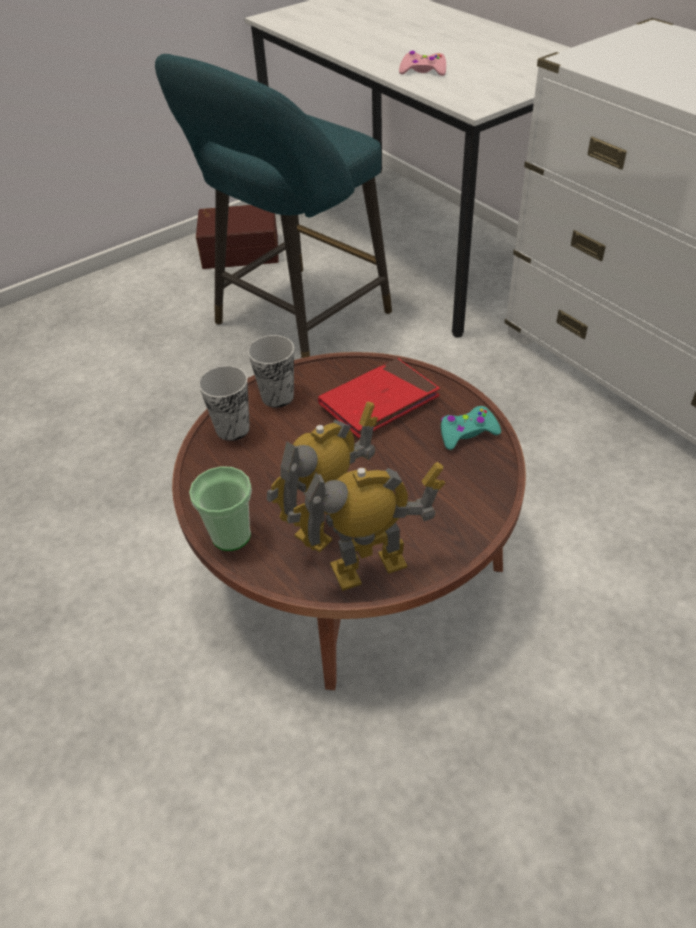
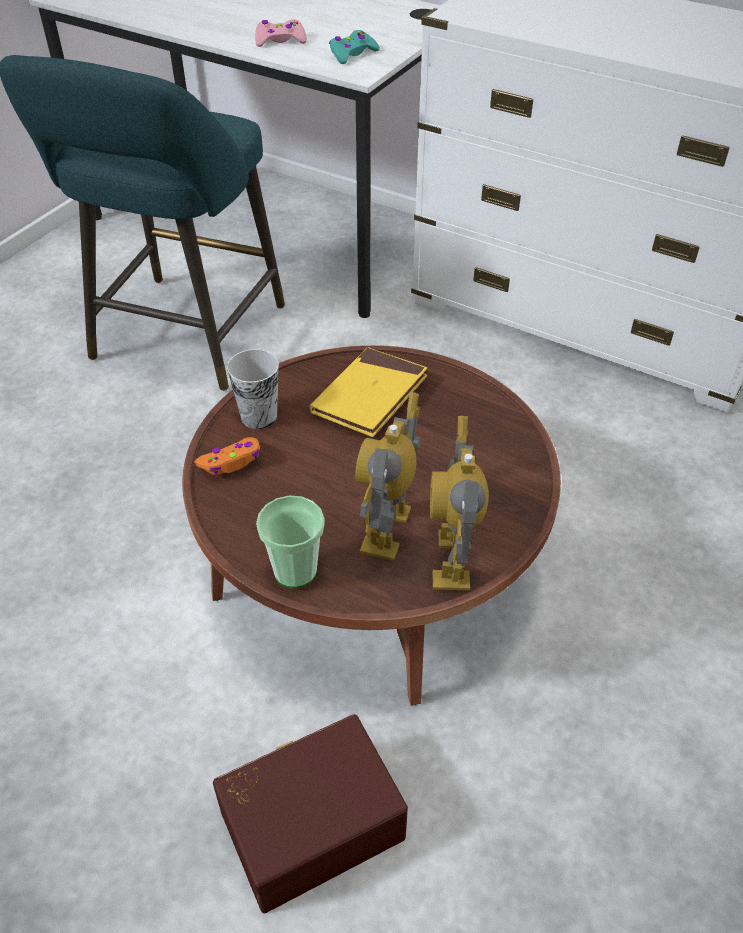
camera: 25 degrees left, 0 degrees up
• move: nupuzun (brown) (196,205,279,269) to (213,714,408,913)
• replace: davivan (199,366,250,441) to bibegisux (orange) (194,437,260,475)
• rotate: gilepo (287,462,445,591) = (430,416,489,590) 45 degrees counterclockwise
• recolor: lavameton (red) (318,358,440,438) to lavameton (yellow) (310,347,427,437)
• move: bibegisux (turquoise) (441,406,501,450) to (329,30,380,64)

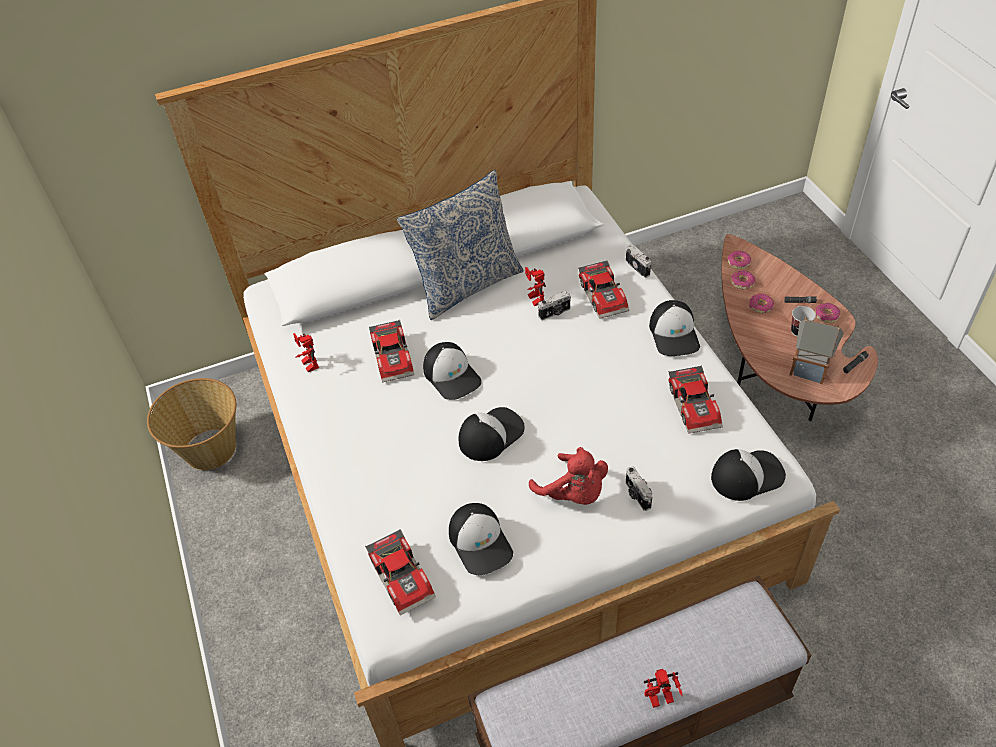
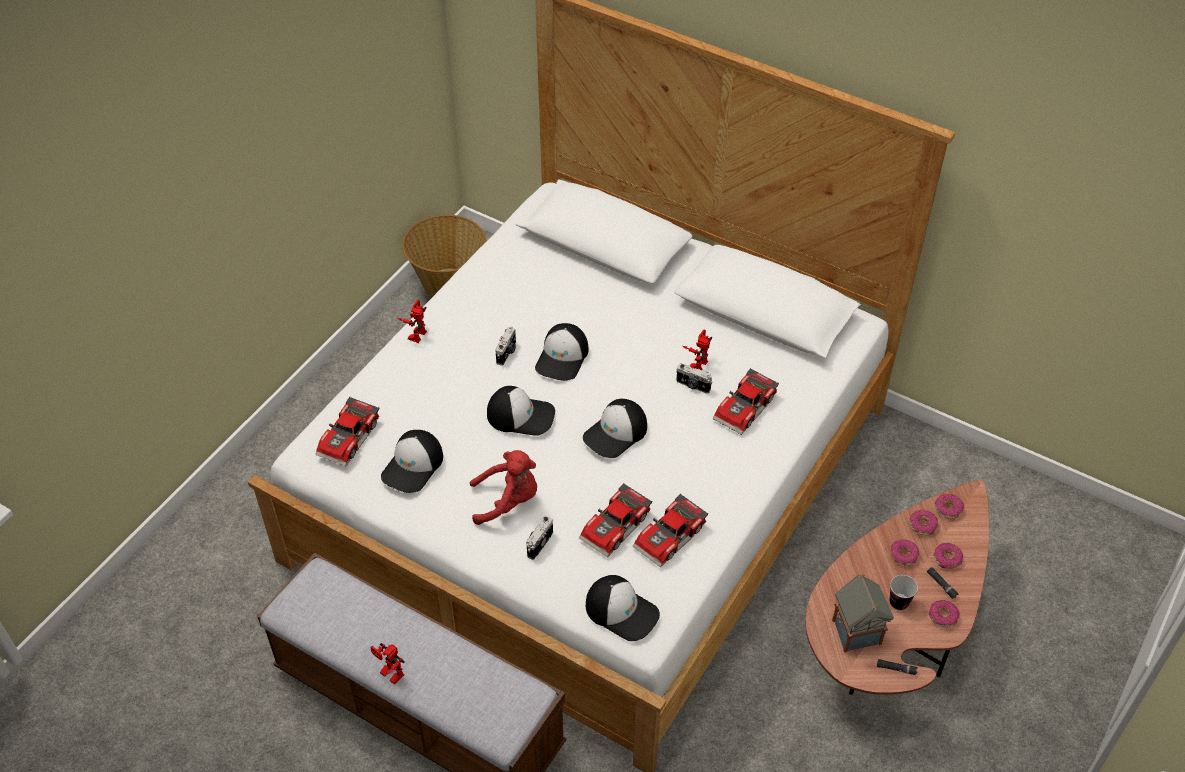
camera: 50 degrees right, 0 degrees up
• move: gilepo (293,333,319,372) to (397,300,427,343)
• move: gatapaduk (369,319,414,383) to (579,483,652,558)
• delete: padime (397,170,524,320)
• rotate: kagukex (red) (529,447,608,505) = (470,450,537,525) 105 degrees counterclockwise
• move: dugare (626,244,651,278) to (495,326,516,366)
• move: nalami (649,300,700,356) to (583,399,647,458)
• insert: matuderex (934,543,963,569)

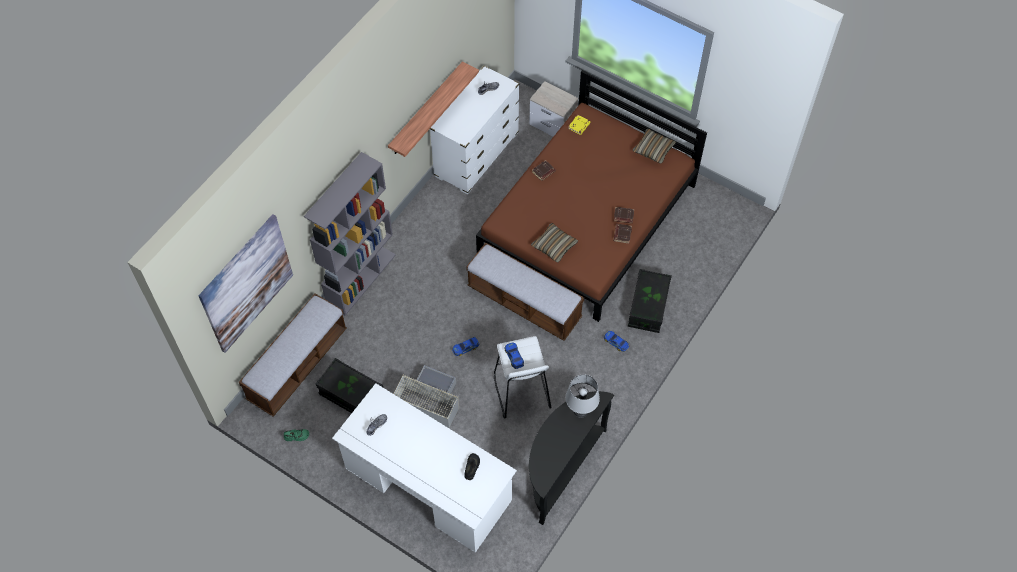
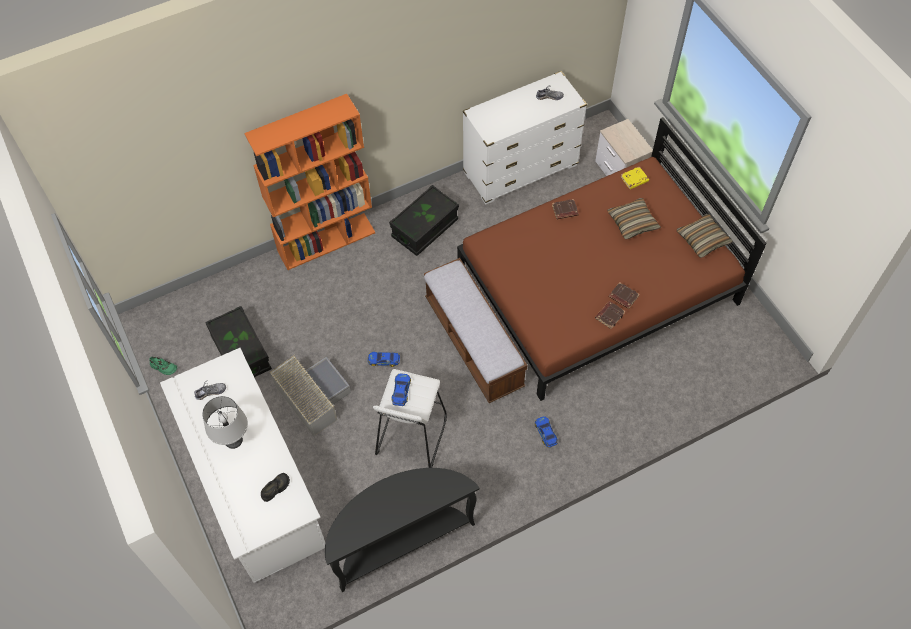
camera: 30 degrees right, 0 degrees up
• delete: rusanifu (199,214,293,353)
• delete: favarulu (239,293,347,417)
• recolor: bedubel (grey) (304,152,396,316) to bedubel (orange) (244,94,375,270)
• delete: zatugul (388,61,479,157)
• move: padime (531,223,579,262) to (607,198,661,239)
• move: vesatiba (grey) (565,374,600,418) to (202,396,248,449)
• move: nupuzun (black) (628,269,672,333) to (389,185,459,256)

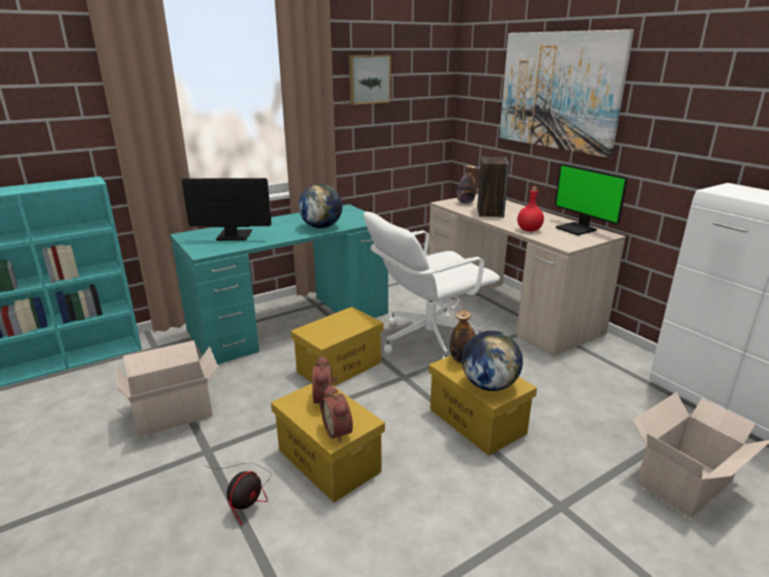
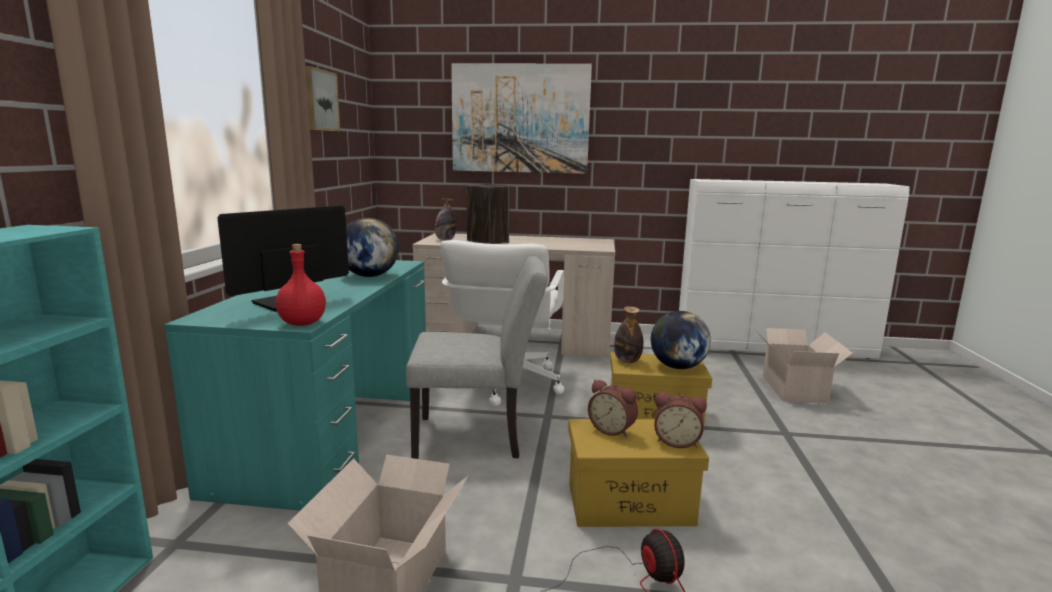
camera: 50 degrees left, 10 degrees down
• replace: nupuzun (yellow) (291,307,383,386) to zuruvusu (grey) (406,255,548,459)
• move: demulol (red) (517,187,544,232) to (276,244,326,326)
• delete: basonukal (555,164,628,235)

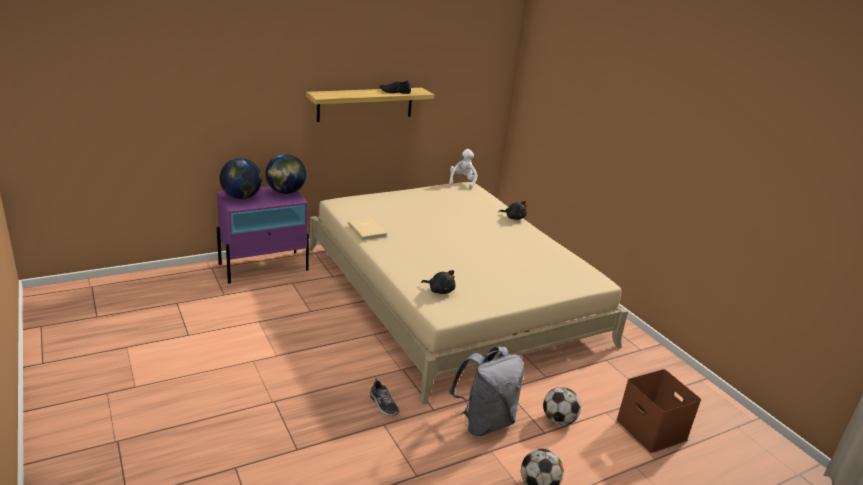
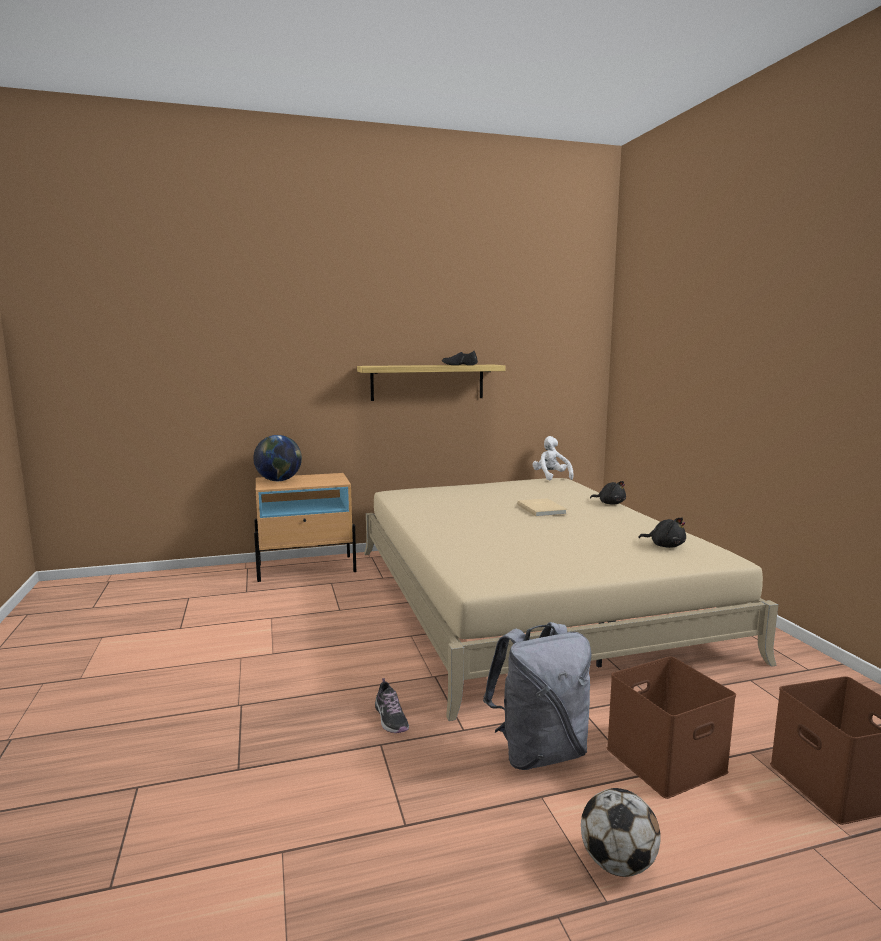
camera: 15 degrees right, 15 degrees down
• recolor: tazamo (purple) (217,187,309,284) to tazamo (beige) (254,473,356,582)
• delete: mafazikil (265,154,306,194)
• move: lavameton (beige) (348,218,388,240) to (517,498,568,517)
• move: kagukex (black) (421,270,456,294) to (638,517,686,548)
• rotate: kagukex (white) (449,149,478,190) = (532,436,574,480) 45 degrees counterclockwise
• replace: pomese (543,387,581,425) to nupuzun (brown) (607,656,736,799)

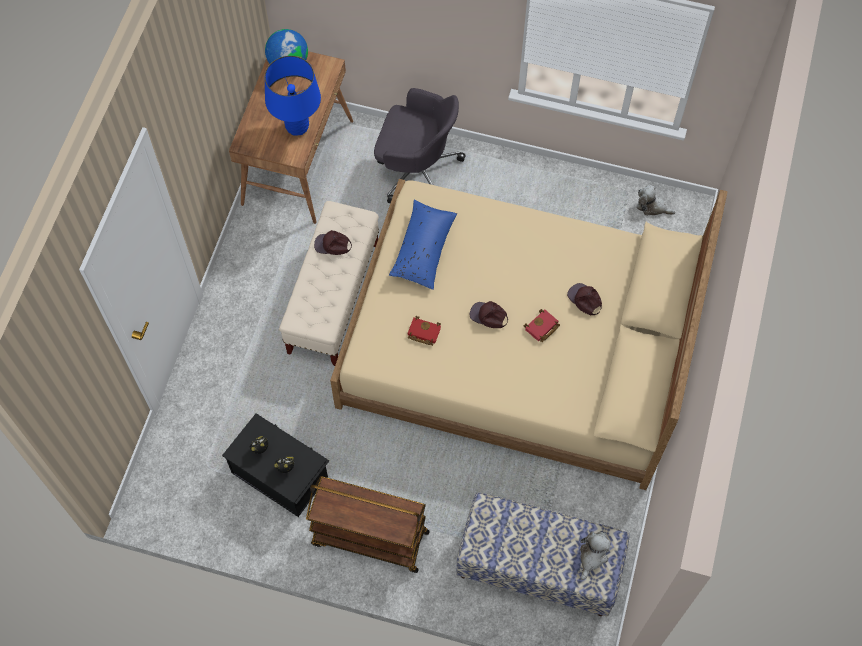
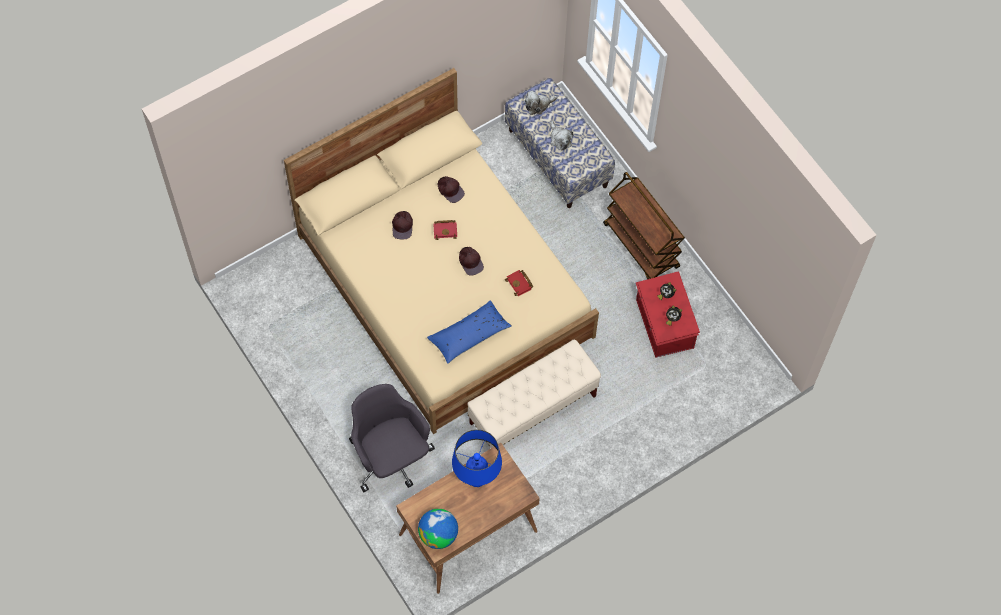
camera: 140 degrees left, 0 degrees up
• recolor: nupuzun (black) (222,413,329,517) to nupuzun (red) (636,271,700,358)
• move: nalami (brown) (314,230,352,255) to (438,176,465,203)
• move: kagukex (637,185,675,216) to (551,121,574,150)

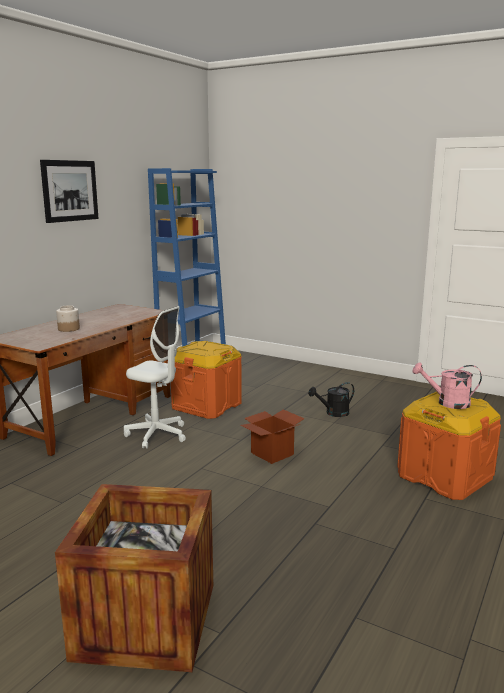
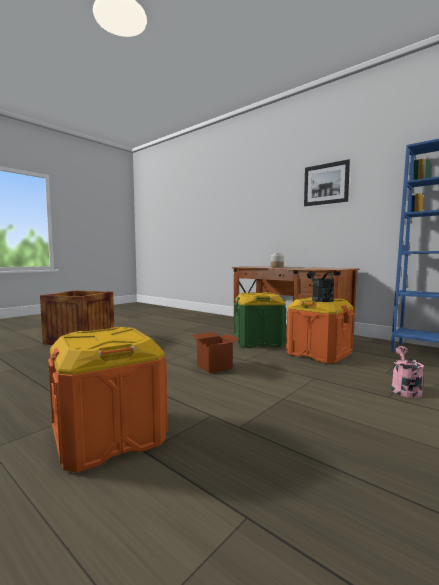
camera: 100 degrees right, 10 degrees down
• replace: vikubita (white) (124,306,186,449) to nupuzun (green) (234,292,286,348)
• move: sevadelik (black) (308,382,354,417) to (307,271,334,302)
• move: sevadelik (pink) (412,363,482,409) to (391,346,424,398)

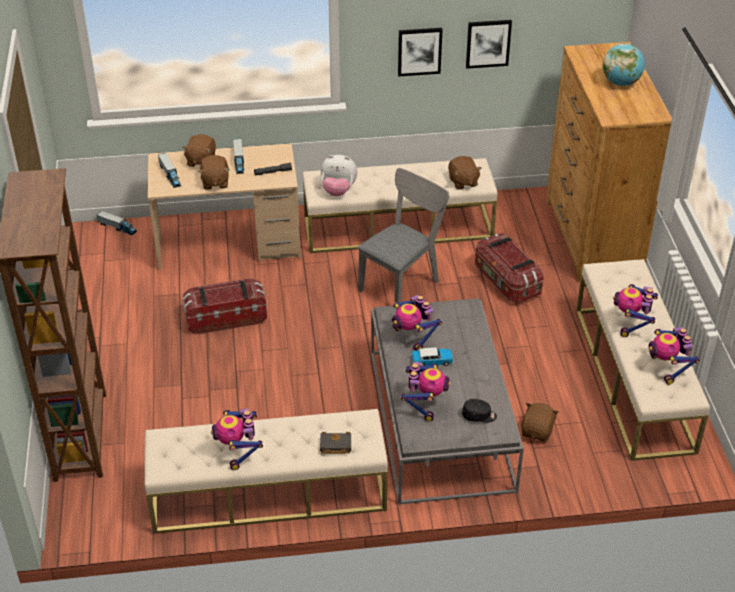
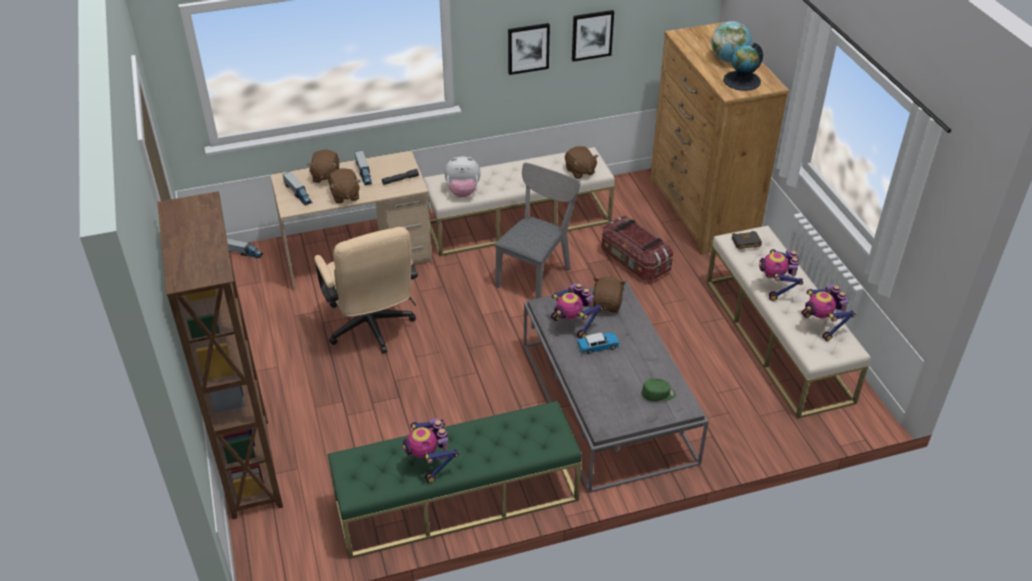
camera: 10 degrees left, 0 degrees up
• recolor: favarulu (beige) (144,409,388,534) to favarulu (green) (328,401,582,559)
• replace: nupuzun (182,278,267,335) to vikubita (beige) (314,227,418,353)
• move: lavameton (black) (320,432,351,454) to (732,231,762,249)
• delete: gilepo (401,362,450,421)
• recolor: nalami (black) (462,399,497,423) to nalami (green) (642,378,676,401)
• move: kagukex (brown) (521,403,559,442) to (592,277,626,313)
• insert: mafazikil (723,43,763,91)

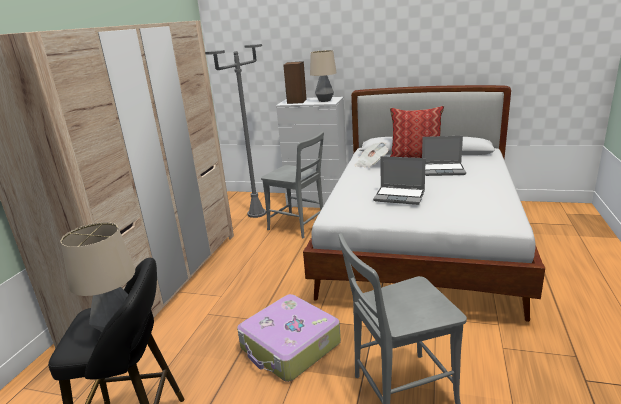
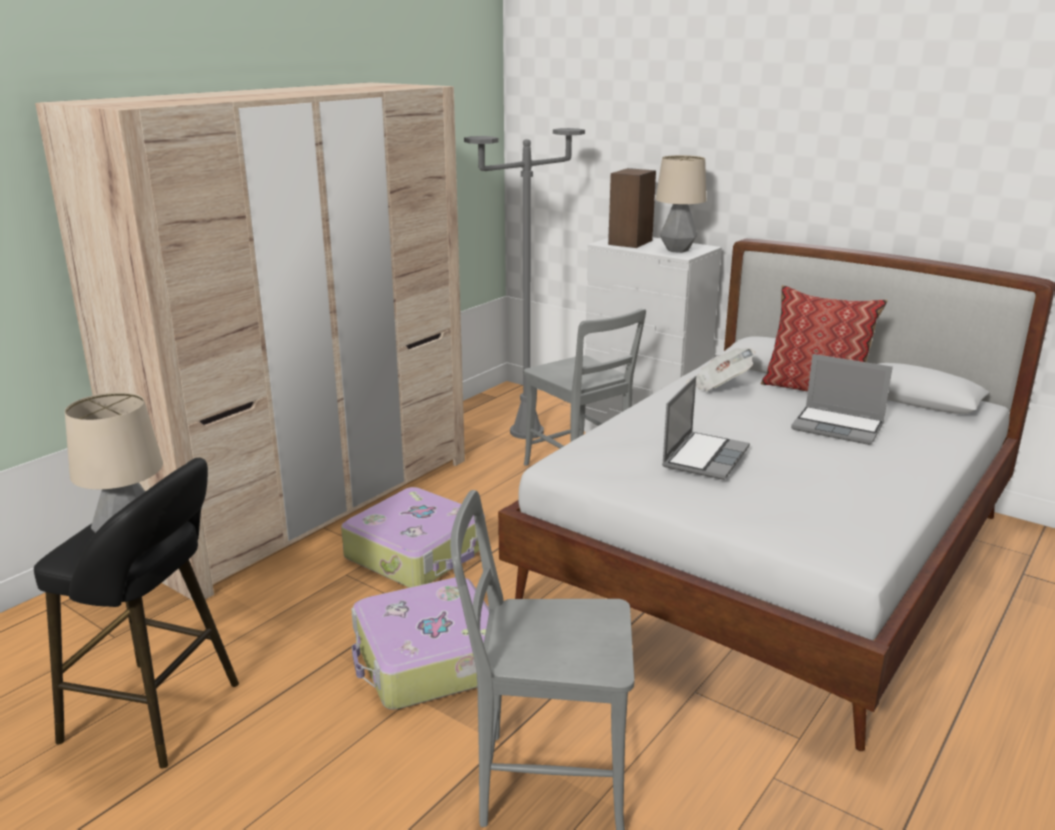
camera: 20 degrees right, 0 degrees up
• rotate: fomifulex (373,156,426,205) = (662,376,750,480) 105 degrees counterclockwise
• insert: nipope (341,487,485,588)

